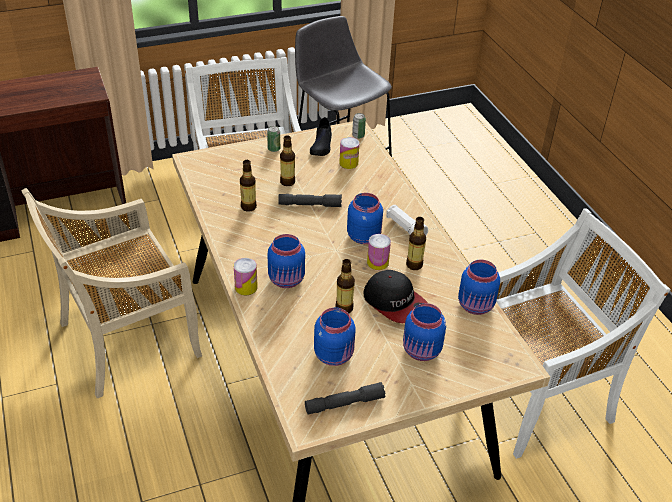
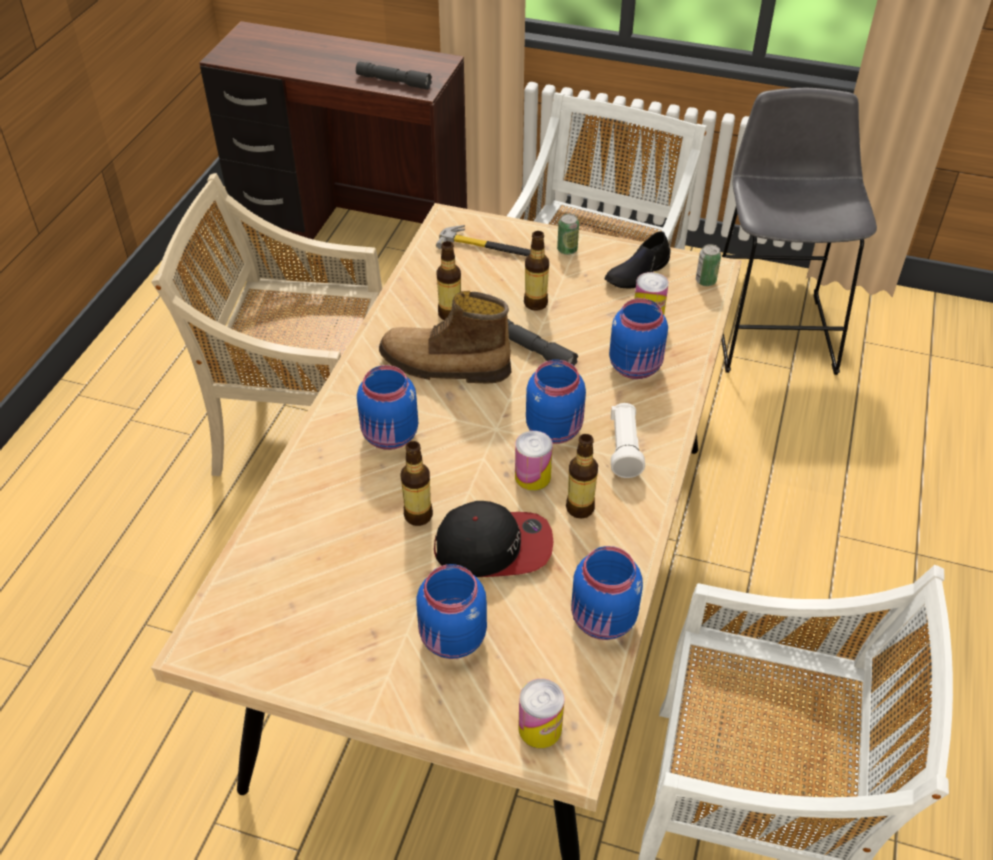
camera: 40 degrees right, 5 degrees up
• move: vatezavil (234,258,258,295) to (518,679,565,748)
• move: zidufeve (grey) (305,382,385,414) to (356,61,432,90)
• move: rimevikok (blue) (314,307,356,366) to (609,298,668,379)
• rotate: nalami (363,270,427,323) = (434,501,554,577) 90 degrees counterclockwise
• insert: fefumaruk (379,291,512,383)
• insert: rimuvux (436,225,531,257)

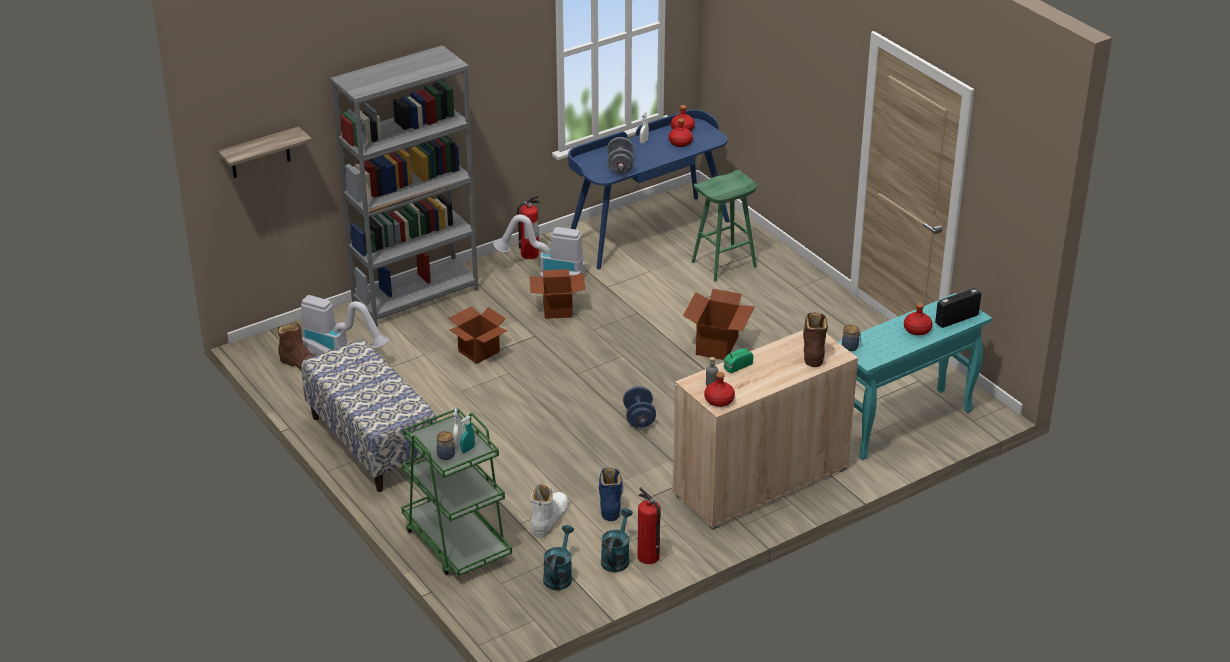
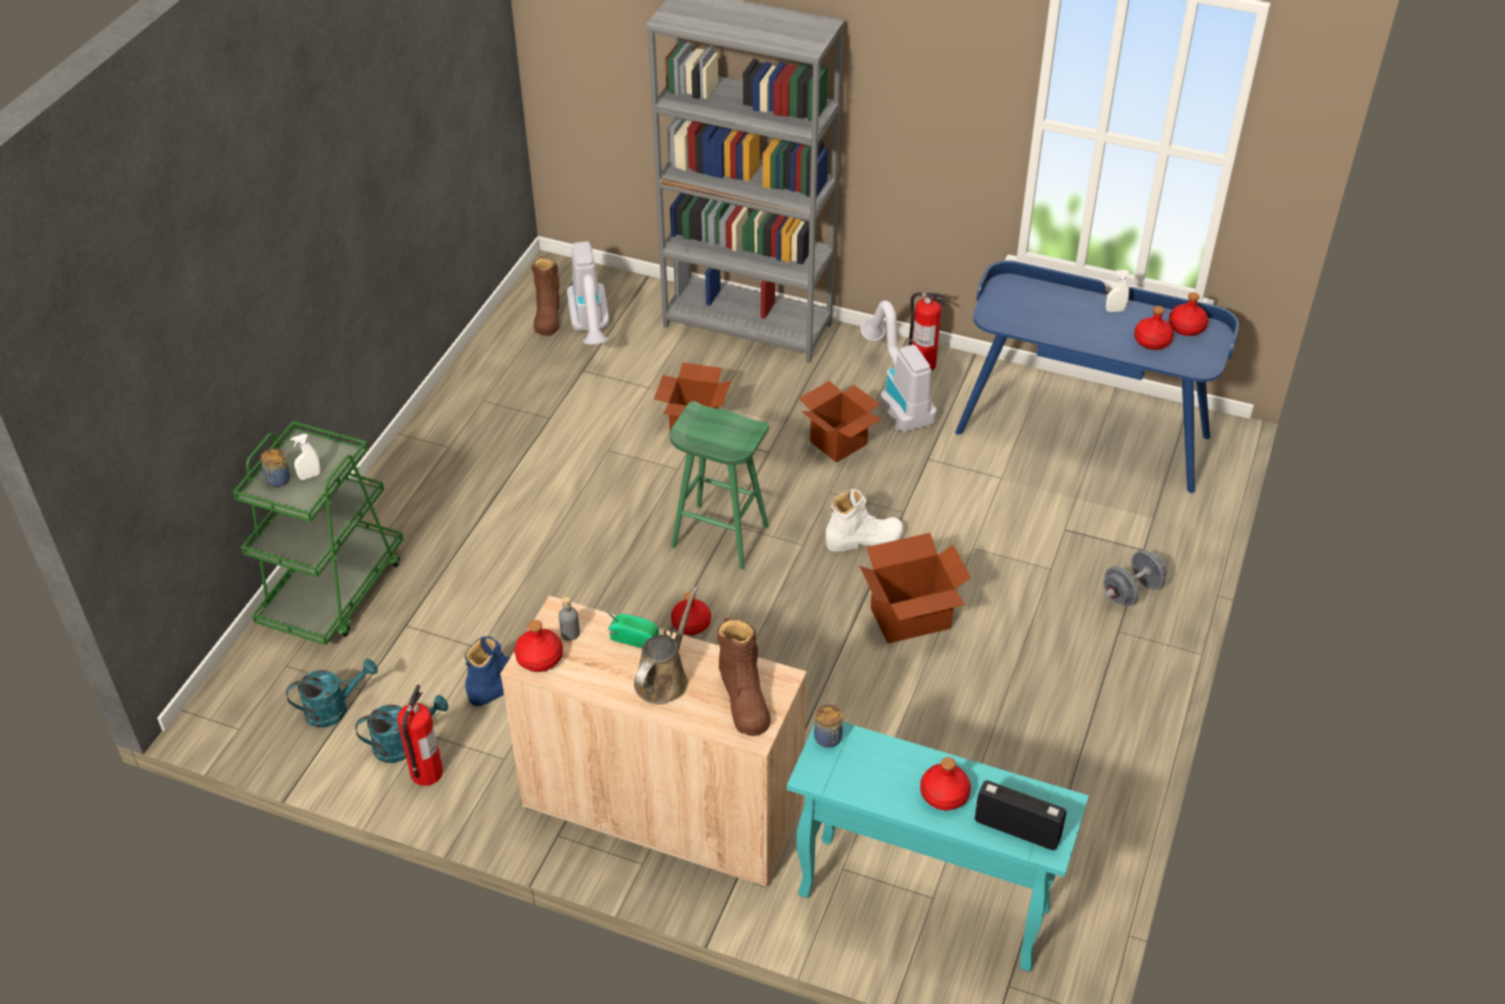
camera: 55 degrees right, 10 degrees up
• delete: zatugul (218,127,312,178)
• delete: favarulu (301,339,437,492)
• delete: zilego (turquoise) (460,416,475,453)
• move: fefumaruk (white) (530,483,568,538) to (825,489,904,552)
• move: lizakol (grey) (607,137,634,174) to (1103,550,1166,606)
• replace: lizakol (blue) (623,386,656,428) to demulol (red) (671,591,711,635)
• move: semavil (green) (692,170,757,282) to (670,401,769,570)
• rotate: fefumaruk (brown) (803,312,828,367) = (717,618,771,736) 105 degrees clockwise
• insert: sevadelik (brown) (634,587,698,704)

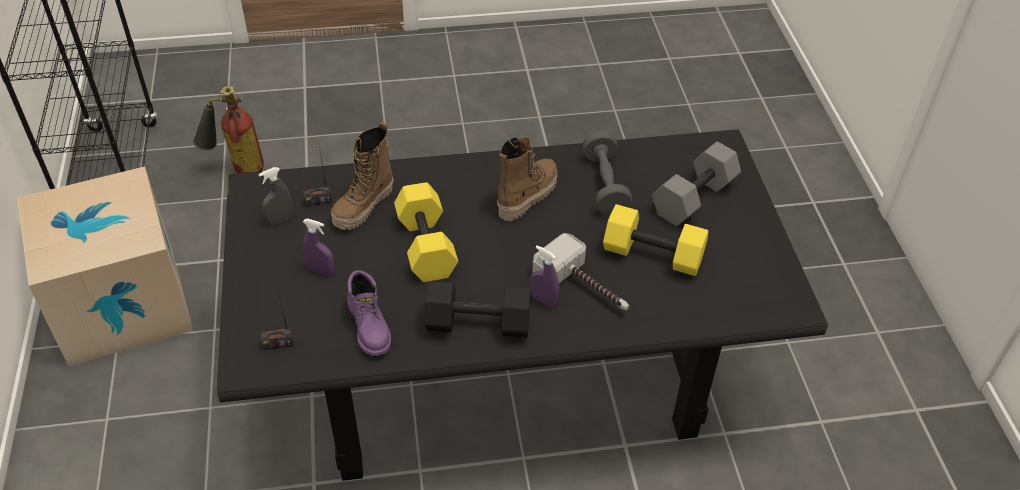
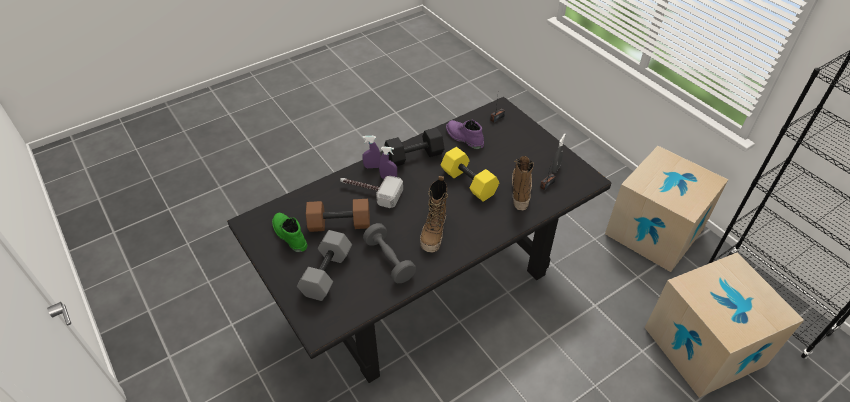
camera: 155 degrees right, 0 degrees up
• replace: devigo (193,86,264,173) to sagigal (645,253,804,398)
• move: zilego (purple) (303,219,334,276) to (362,136,381,168)
• recolor: lizakol (yellow) (603,204,708,276) to lizakol (brown) (306,199,370,232)
• insert: fefumaruk (green) (272,213,307,252)

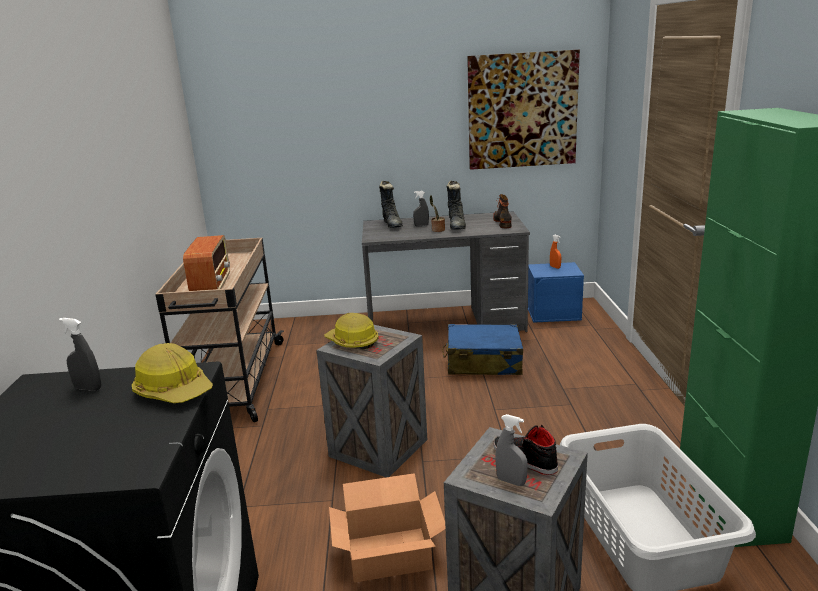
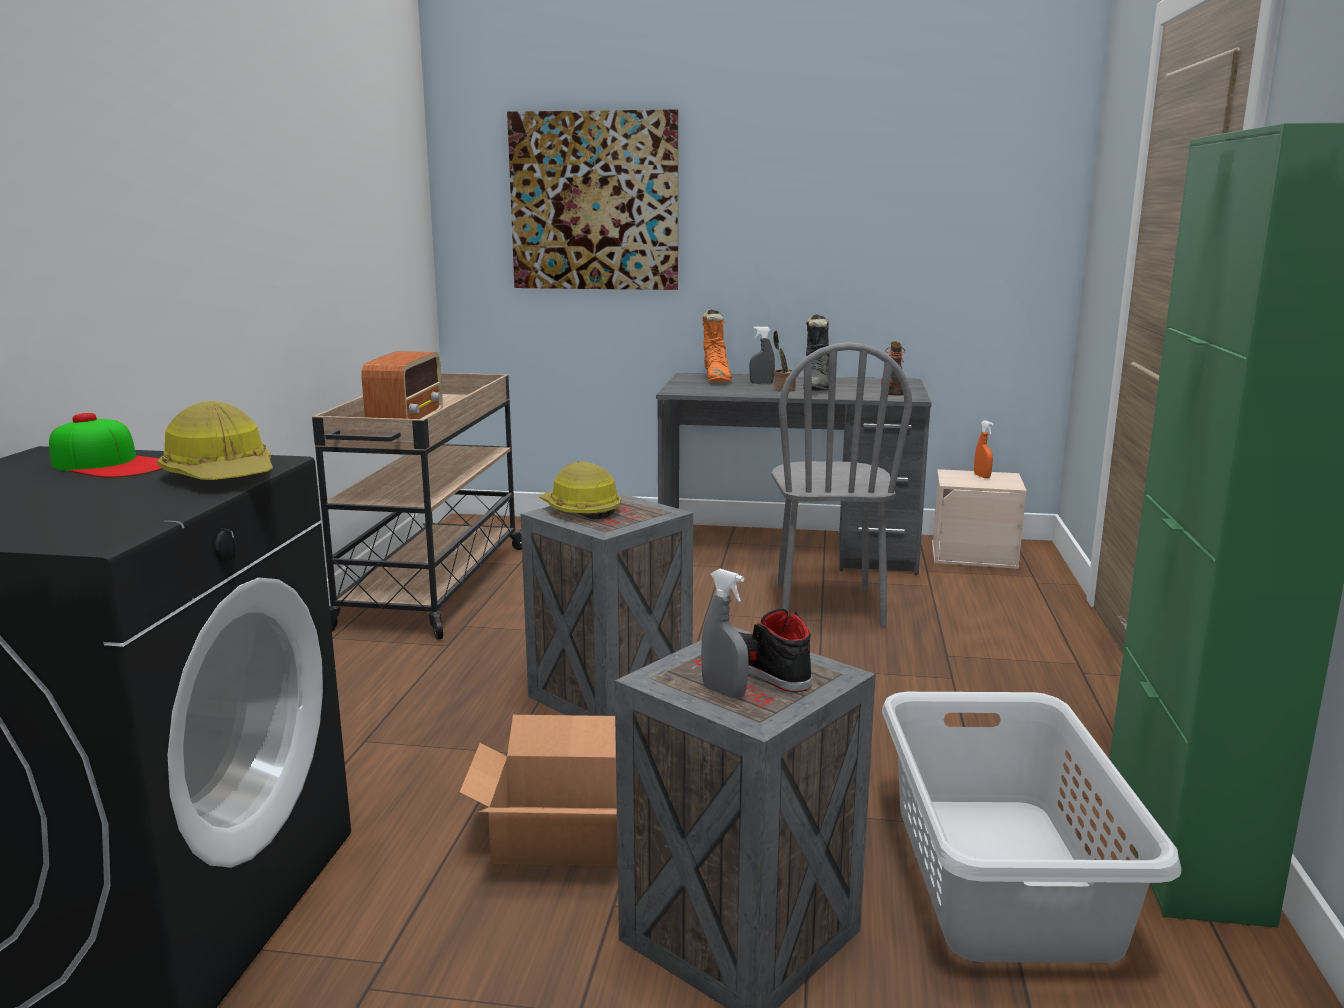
camera: 10 degrees right, 5 degrees down
• replace: zilego (grey) (59,318,101,391) to nalami (49,413,163,477)
• recolor: fefumaruk (black) (379,181,403,228) to fefumaruk (orange) (702,309,732,382)
• replace: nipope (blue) (442,324,523,375) to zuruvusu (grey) (772,342,912,627)
• move: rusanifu (467,50,580,170) to (507,109,678,290)
• recolor: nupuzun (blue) (528,262,584,323) to nupuzun (beige) (932,469,1027,569)

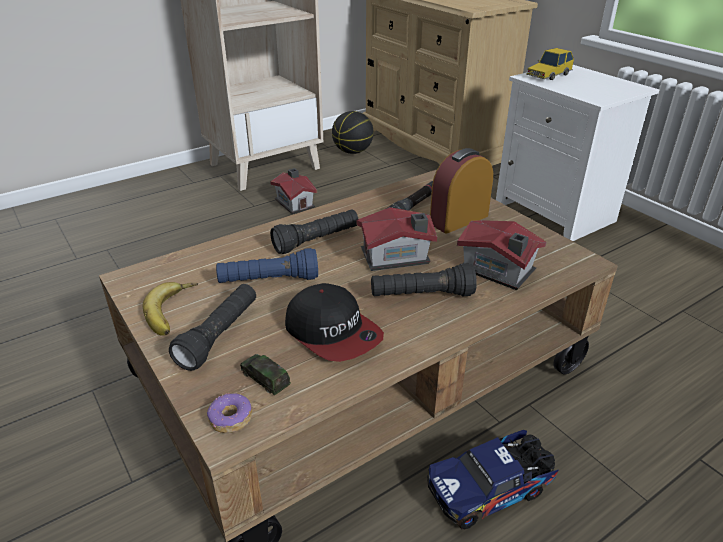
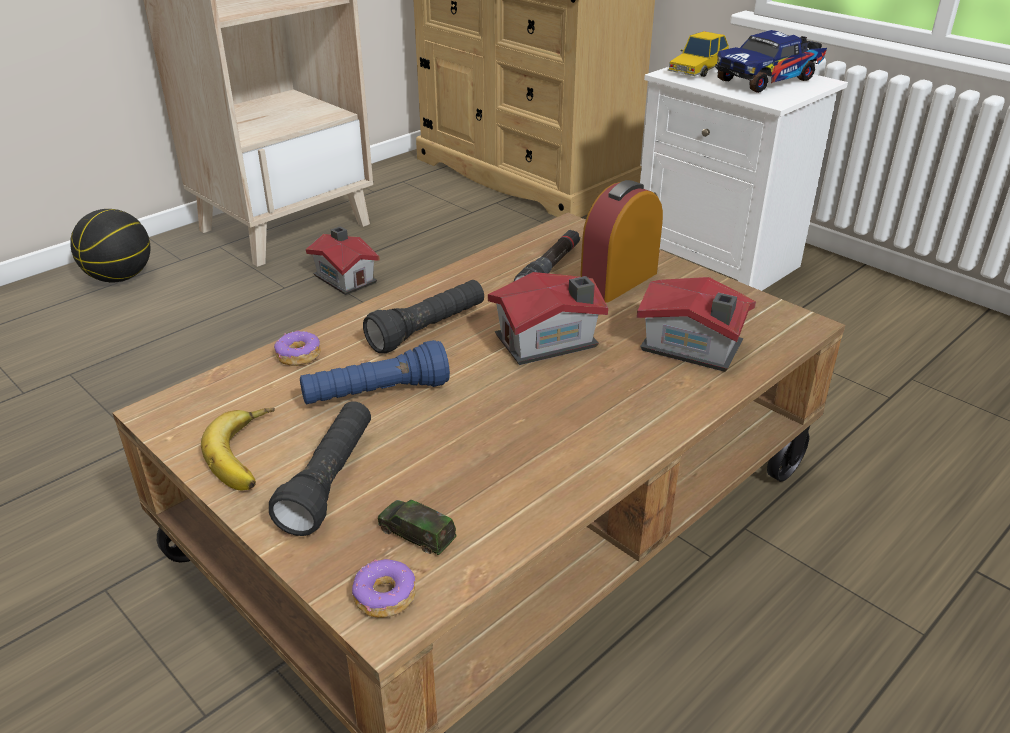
camera: 10 degrees left, 0 degrees up
• delete: nalami (285,283,384,362)
• move: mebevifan (332,111,374,154) to (70,209,150,282)
• delete: zidufeve (black) (371,263,477,296)
• move: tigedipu (427,430,558,529) to (716,30,827,93)
• insert: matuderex (274,330,321,366)

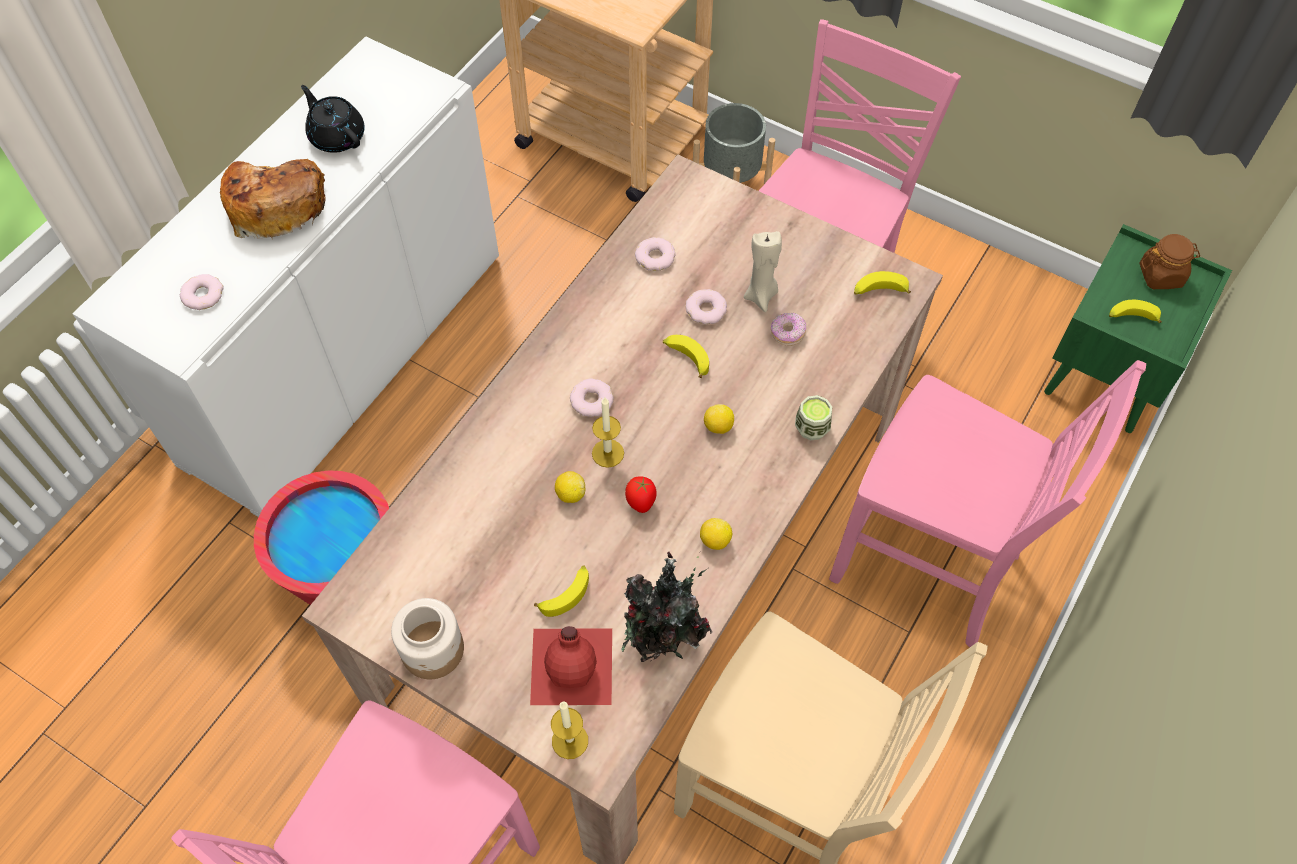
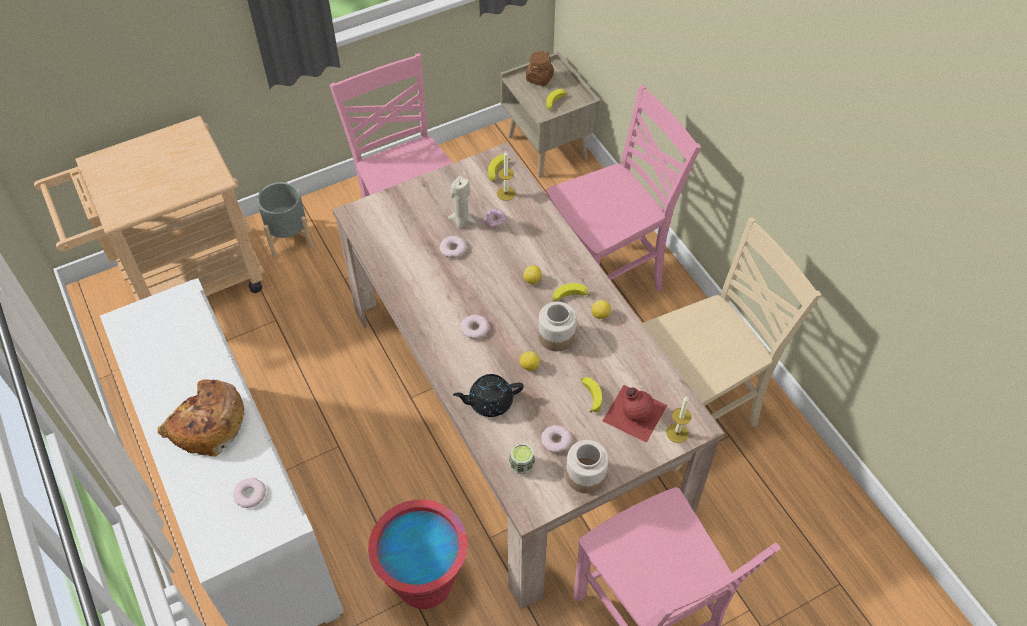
camera: 60 degrees left, 5 degrees down
• move: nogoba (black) (301,85,365,153) to (453,374,524,417)
• move: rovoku (592,398,624,468) to (497,151,515,201)
• delete: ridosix (621,552,712,662)
• replace: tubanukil (625,476,657,513) to rimevikok (538,302,577,351)
• move: matuderex (635,237,676,271) to (541,425,572,453)
• move: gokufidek (663,335,709,378) to (552,283,590,301)
• move: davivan (795,395,832,440) to (509,443,535,474)
• recolor: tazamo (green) (1044,224,1232,433) to tazamo (beige) (500,52,600,178)

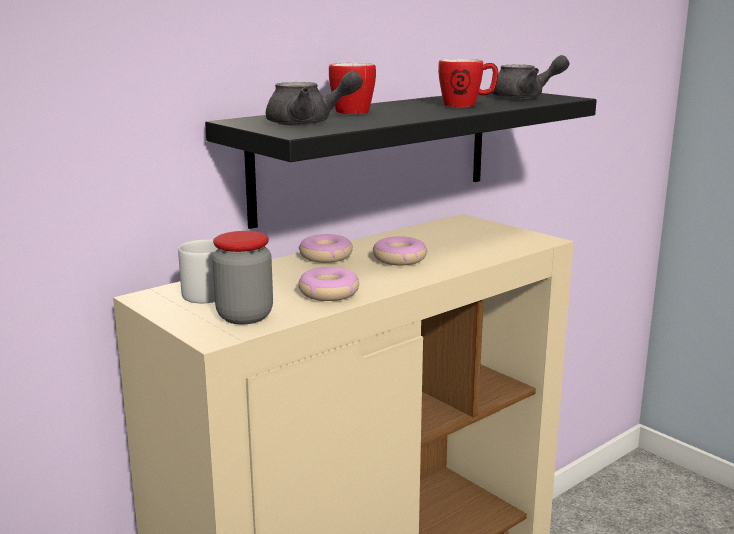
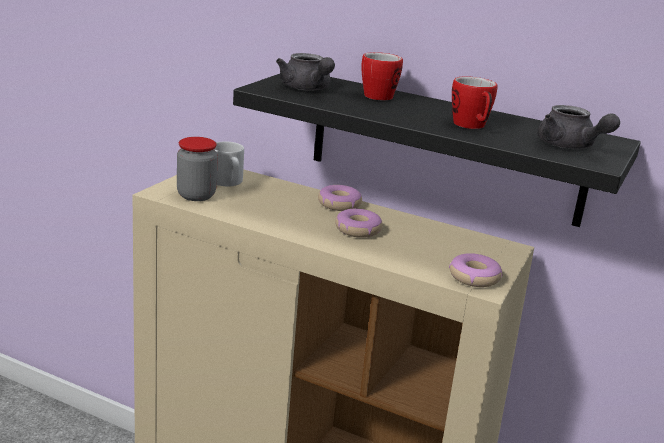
camera: 65 degrees right, 5 degrees up
• move: matuderex (298,267,359,301) to (449,253,503,287)

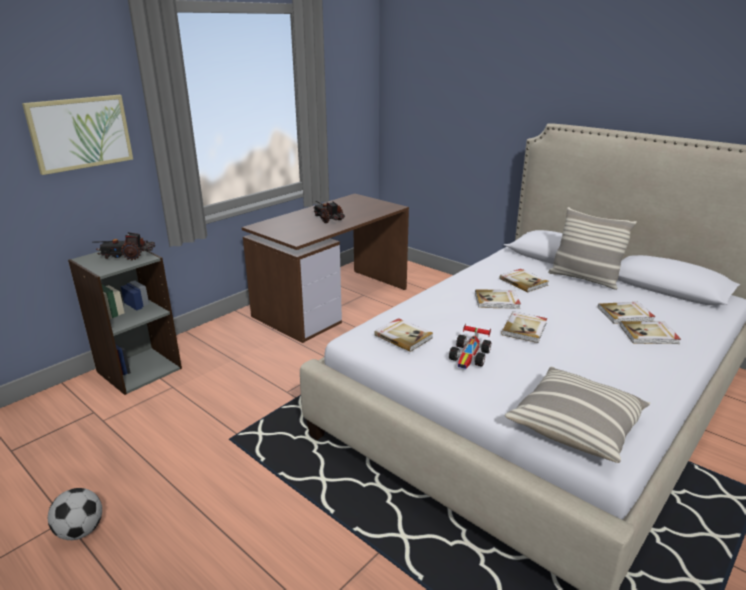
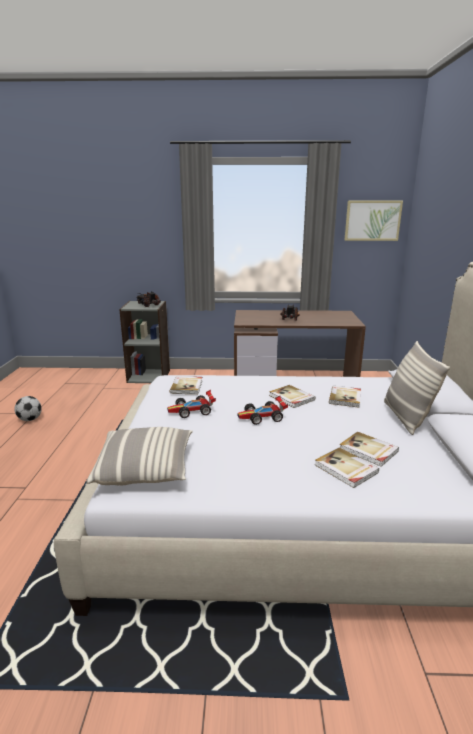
camera: 50 degrees right, 5 degrees down
• move: rusanifu (22,95,133,175) to (344,201,403,241)
• replace: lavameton (501,311,547,343) to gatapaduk (238,396,288,425)

